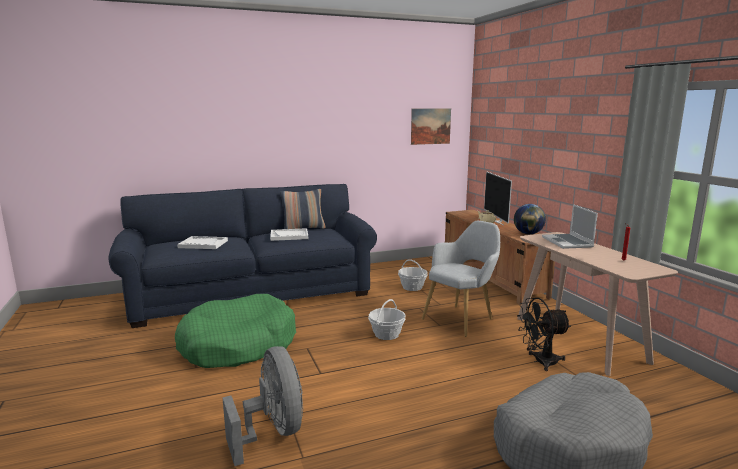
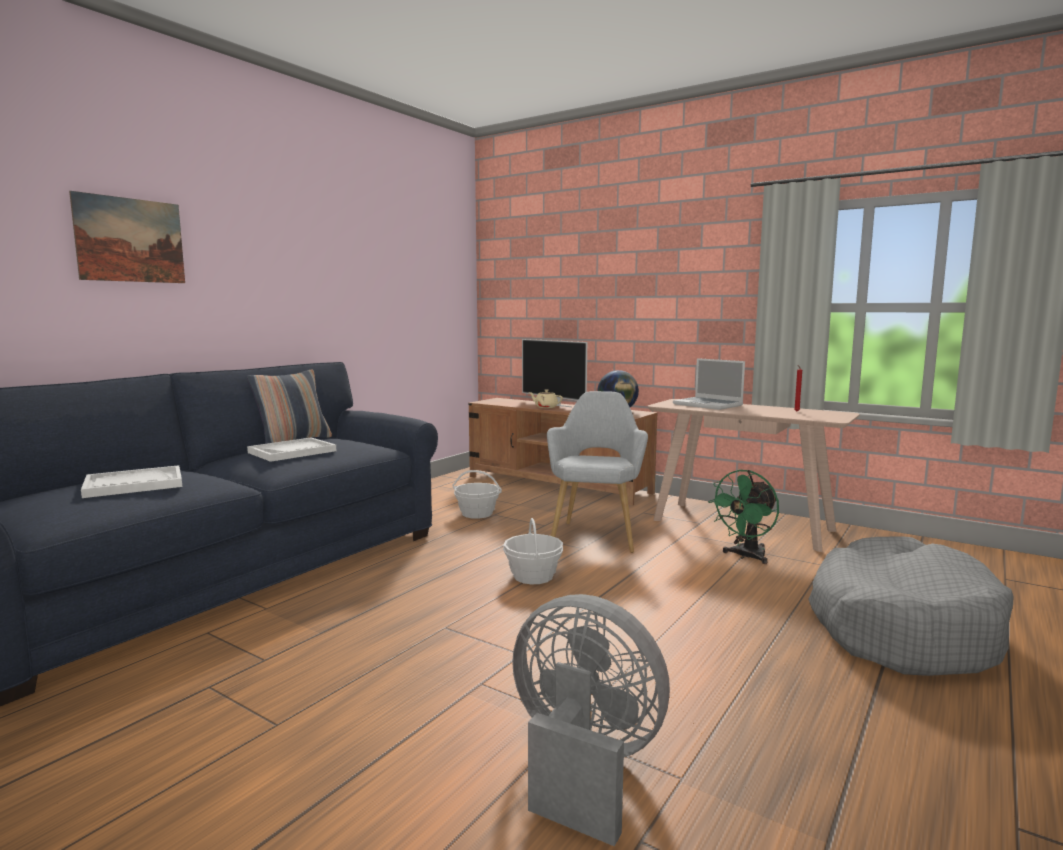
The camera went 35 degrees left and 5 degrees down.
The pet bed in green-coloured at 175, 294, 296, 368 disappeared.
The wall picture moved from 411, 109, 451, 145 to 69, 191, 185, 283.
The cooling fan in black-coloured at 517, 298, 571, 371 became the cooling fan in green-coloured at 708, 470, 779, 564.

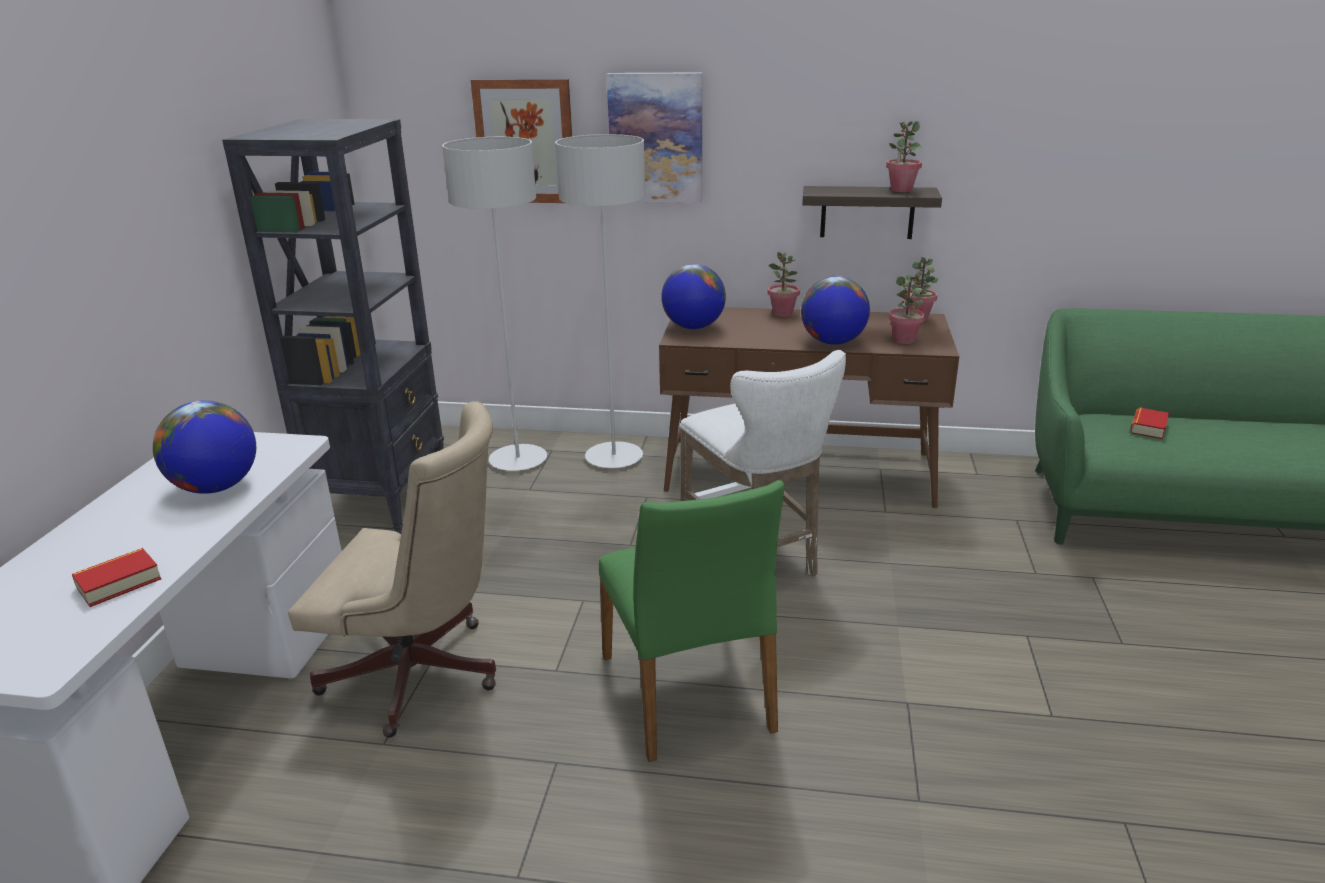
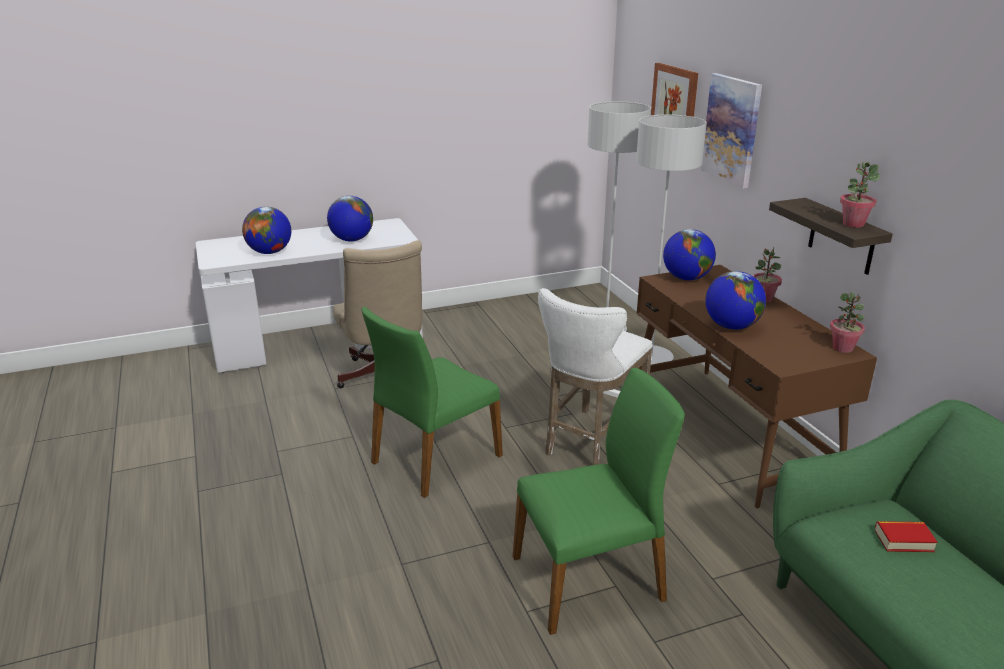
The camera went 60 degrees right and 0 degrees up.
The volume at 72, 548, 161, 607 was replaced by the world globe at 242, 206, 291, 254.
The shelving unit in black-coloured at 222, 119, 444, 534 disappeared.
The houseplant at 888, 275, 925, 344 disappeared.
The plain chair in green-coloured at 513, 368, 685, 635 appeared.

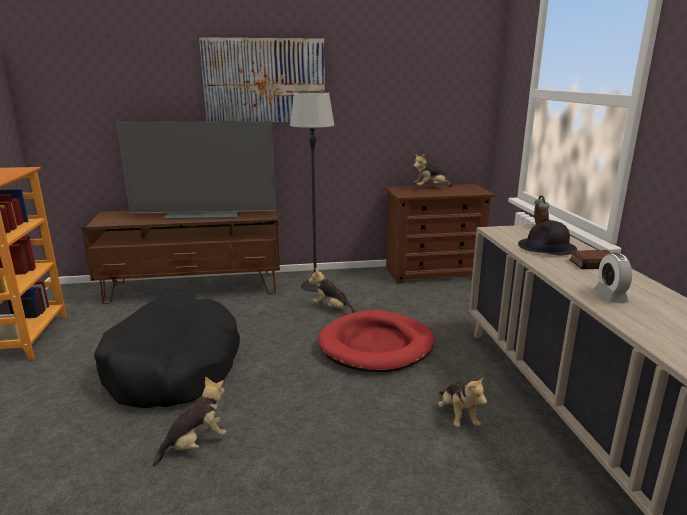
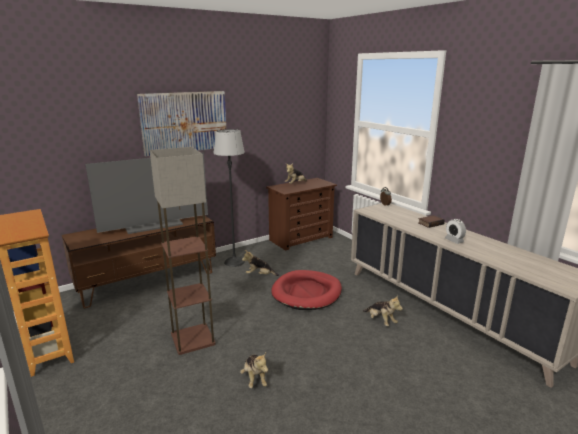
The camera went 25 degrees left and 0 degrees up.
The pet bed in black-coloured at 94, 297, 240, 408 was replaced by the floor lamp at 150, 147, 216, 355.
The plush toy at 153, 377, 227, 467 turned 135 degrees clockwise.
The wearable hat in black-coloured at 518, 220, 577, 256 disappeared.

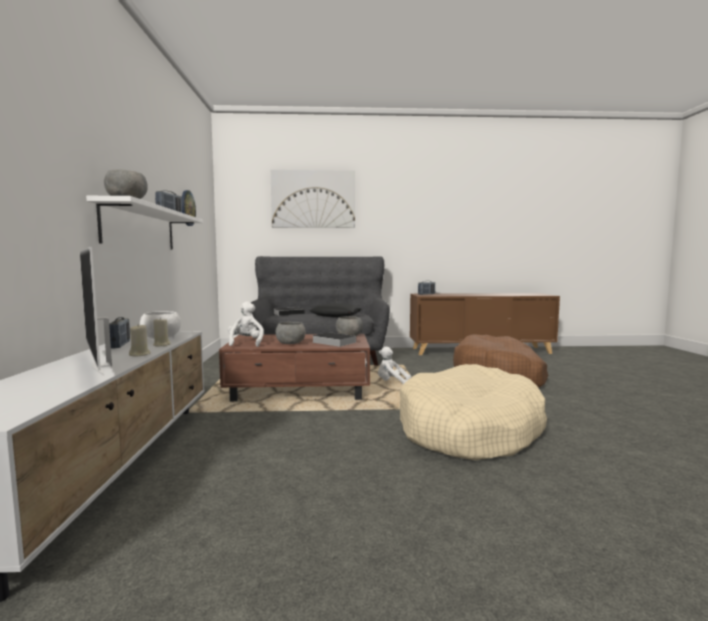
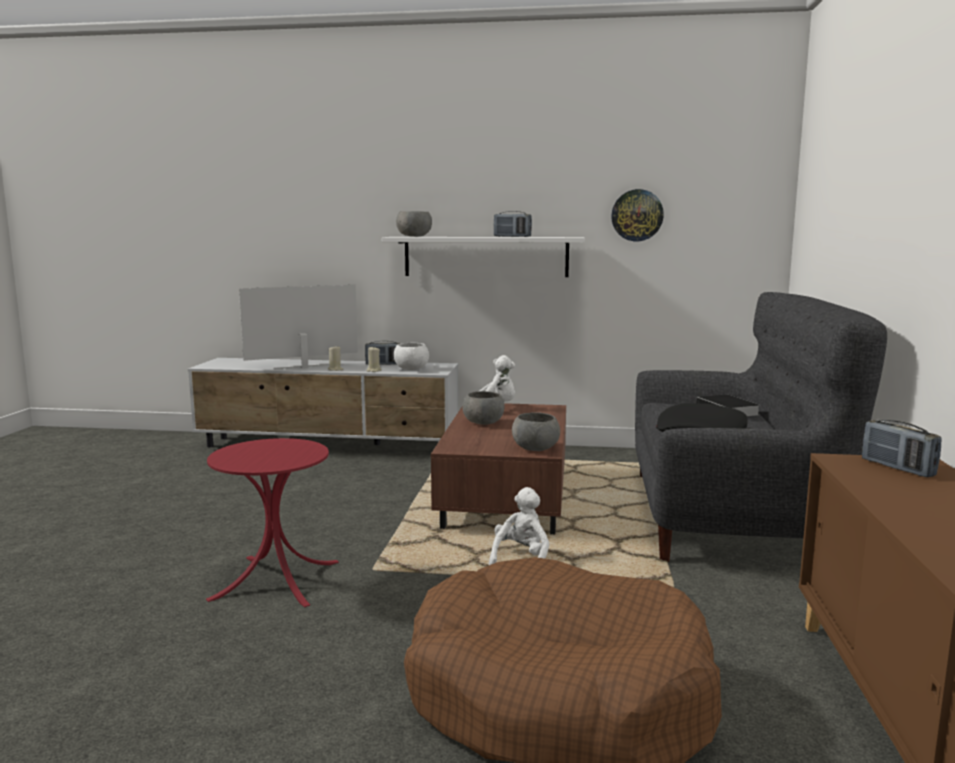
The camera went 100 degrees right and 5 degrees up.
The wall picture at 271, 170, 355, 228 disappeared.
The volume at 312, 332, 356, 347 disappeared.
The pet bed in beige-coloured at 399, 364, 547, 460 was replaced by the accent table in red-coloured at 206, 438, 339, 607.

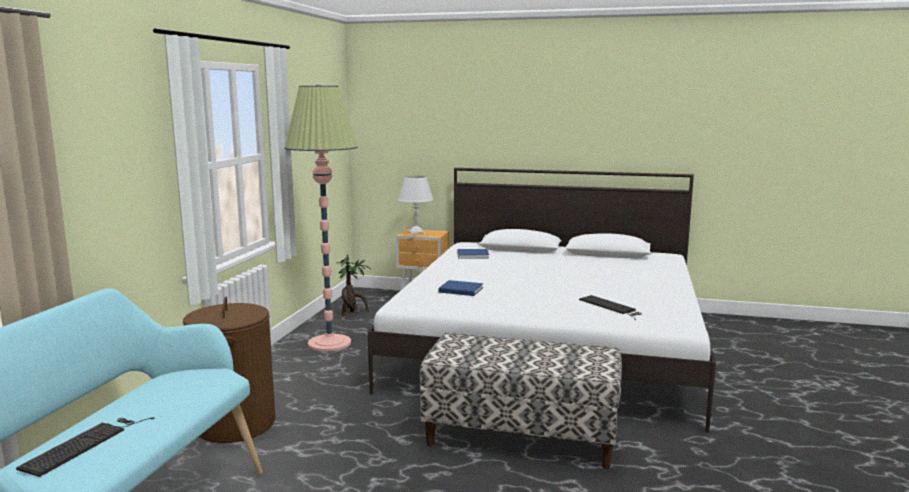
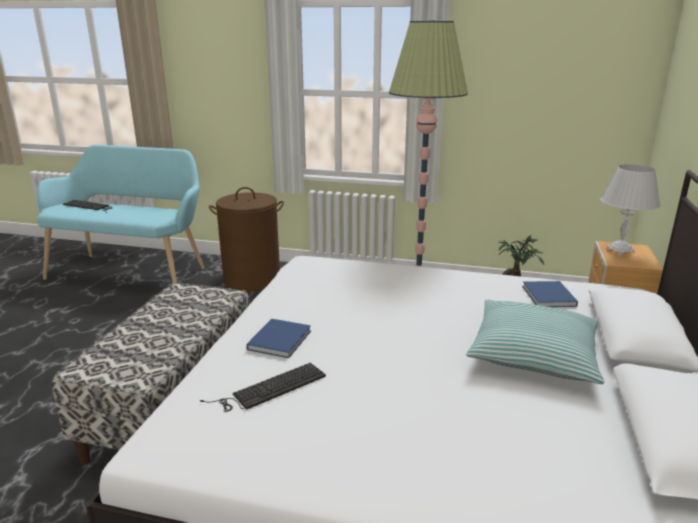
The camera went 90 degrees right and 10 degrees up.
The volume in blue-coloured moved from 438, 280, 483, 296 to 247, 319, 311, 358.
The cushion at 466, 300, 604, 384 appeared.

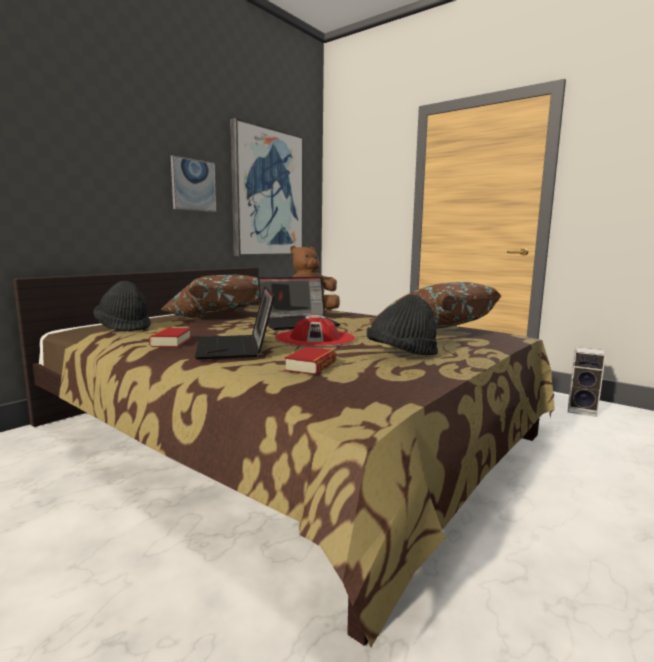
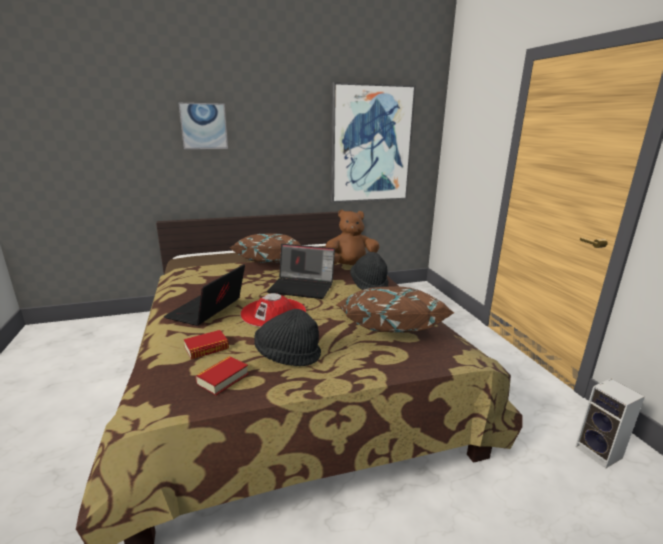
The camera went 35 degrees right and 10 degrees up.
The wearable hat in black-coloured moved from 94, 281, 151, 332 to 350, 252, 389, 290.
The volume moved from 149, 328, 191, 347 to 195, 356, 248, 395.
The wall picture moved from 171, 155, 216, 212 to 178, 103, 228, 149.

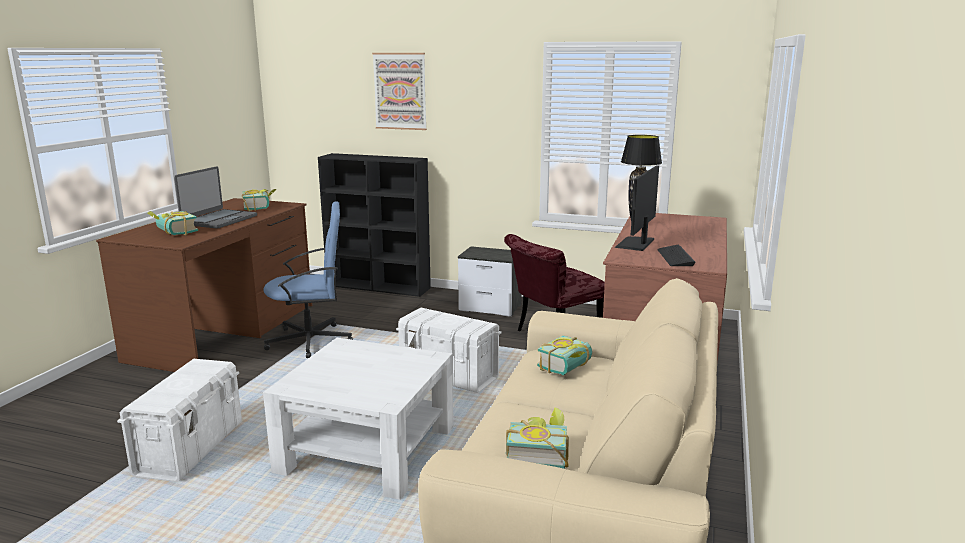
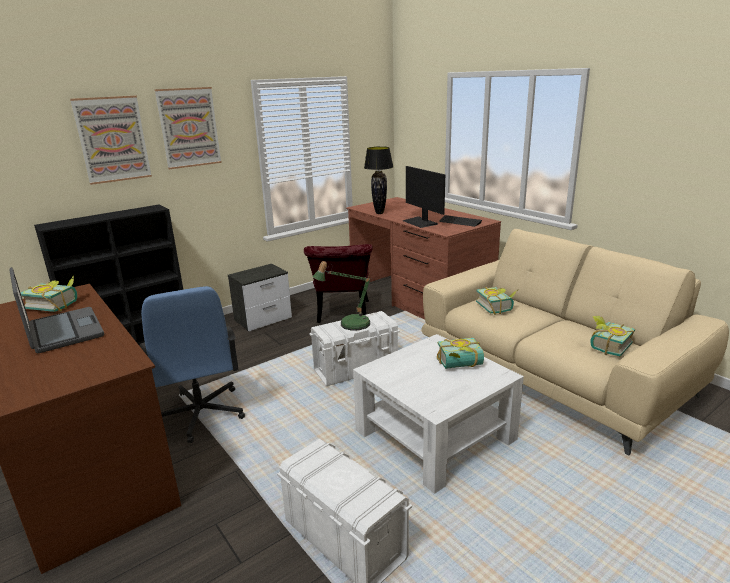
The camera went 55 degrees left and 5 degrees up.
The volume moved from 147, 211, 198, 236 to 437, 338, 484, 369.
The computer chair in blue-coloured at 263, 201, 353, 358 turned 135 degrees clockwise.
The wall picture at 154, 87, 222, 169 appeared.
The lamp for a table at 313, 261, 372, 331 appeared.

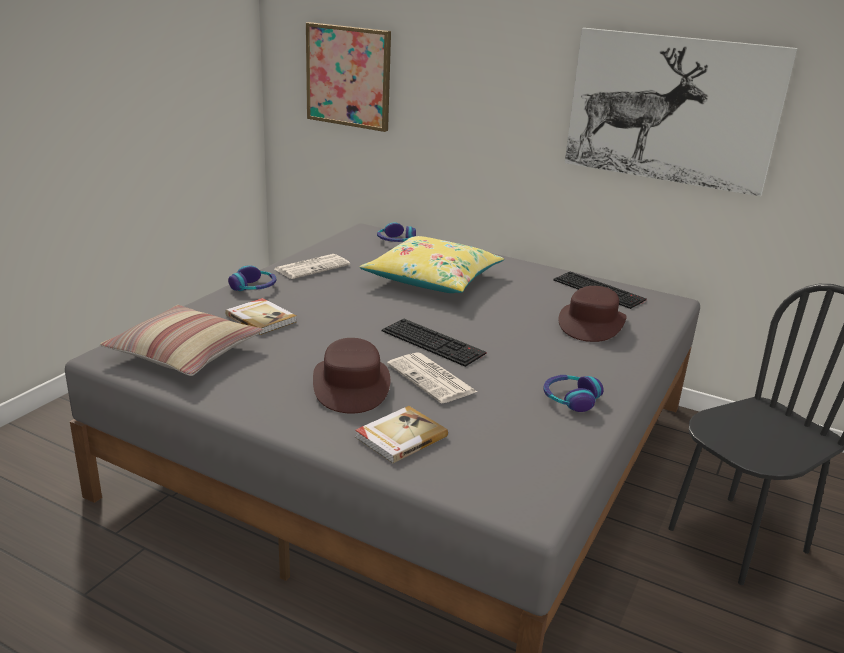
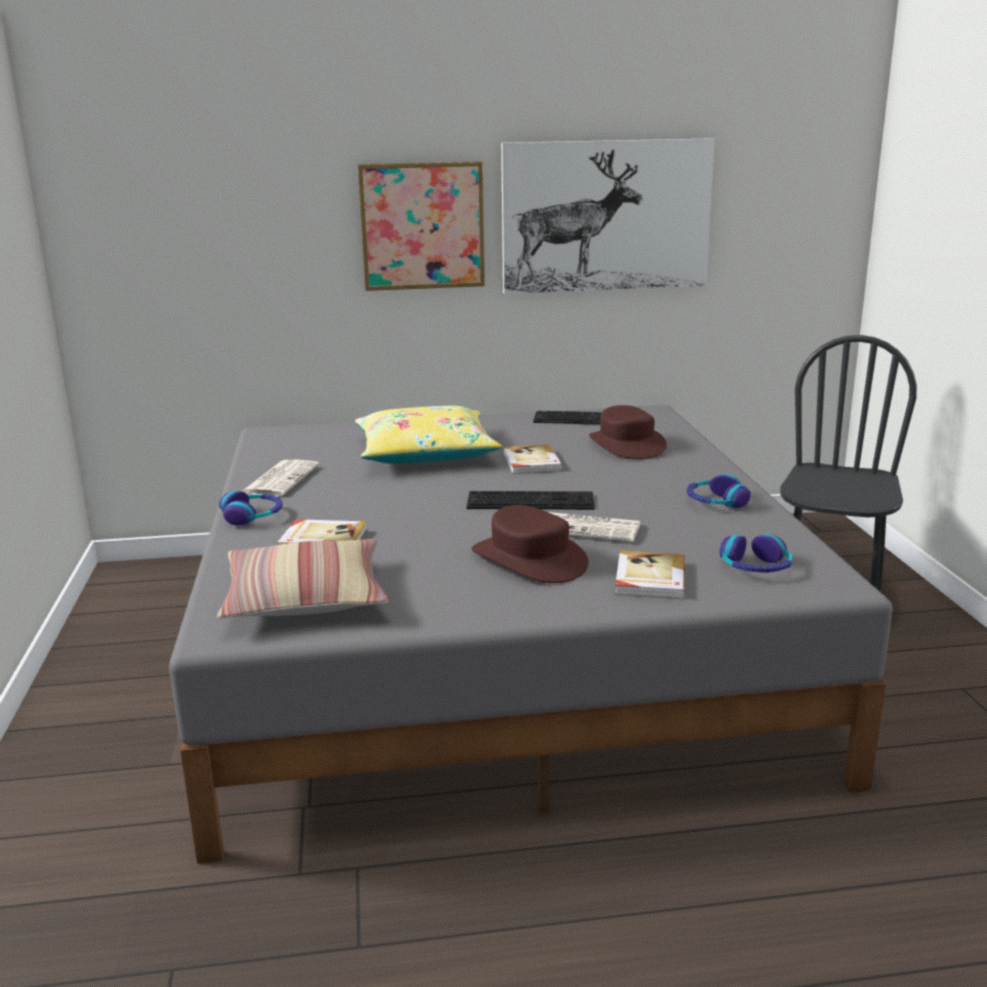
The camera went 35 degrees left and 5 degrees down.
The wall picture moved from 306, 22, 391, 132 to 358, 161, 485, 291.
The headphones moved from 377, 222, 416, 242 to 720, 534, 792, 573.
The volume at 503, 444, 563, 474 appeared.

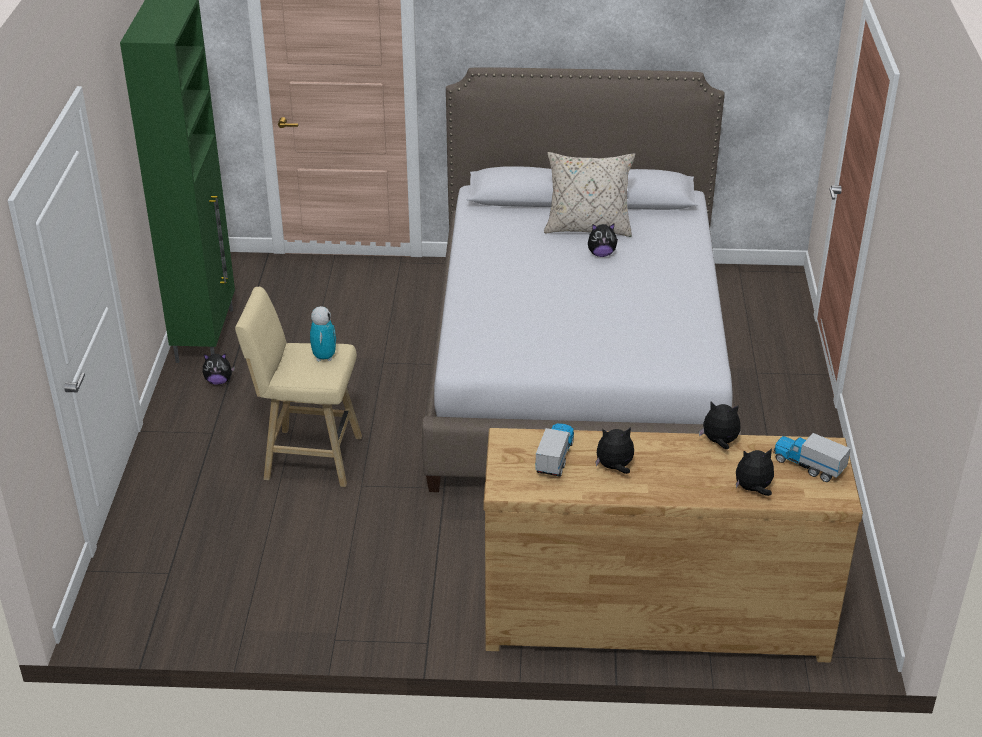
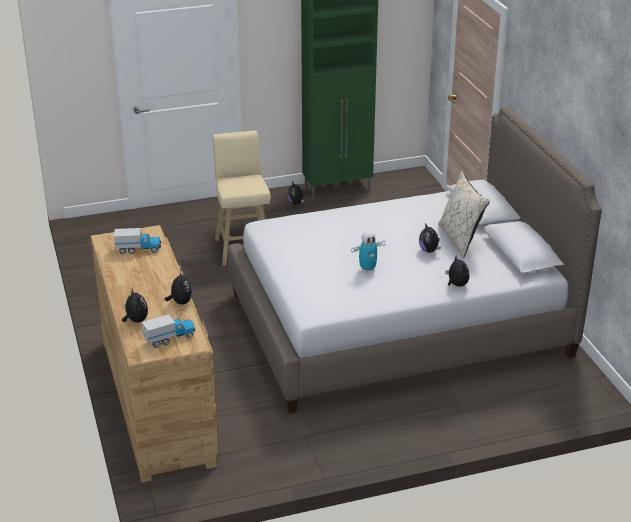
The camera went 70 degrees right and 5 degrees down.
The robot figure moved from 310, 306, 336, 361 to 351, 231, 386, 272.
The plush toy moved from 595, 427, 634, 474 to 446, 256, 470, 287.
The toy lorry at 773, 433, 851, 482 turned 45 degrees clockwise.

